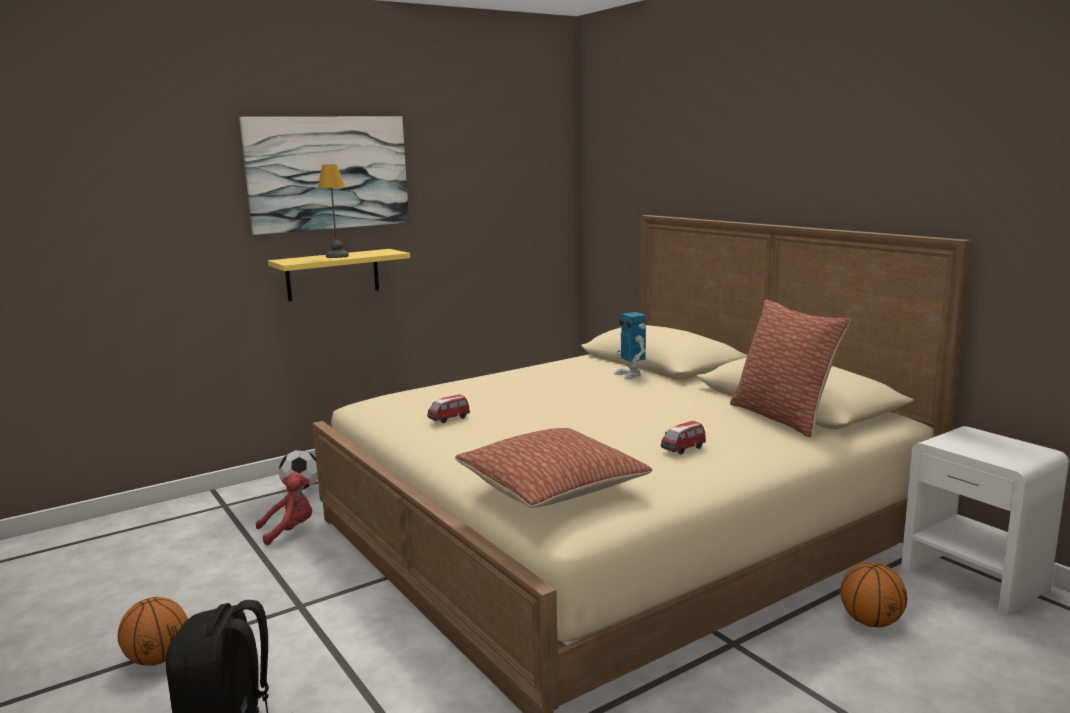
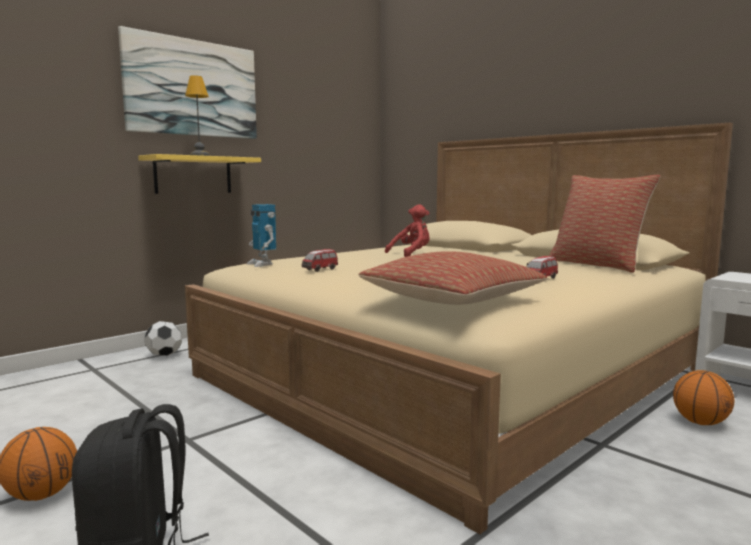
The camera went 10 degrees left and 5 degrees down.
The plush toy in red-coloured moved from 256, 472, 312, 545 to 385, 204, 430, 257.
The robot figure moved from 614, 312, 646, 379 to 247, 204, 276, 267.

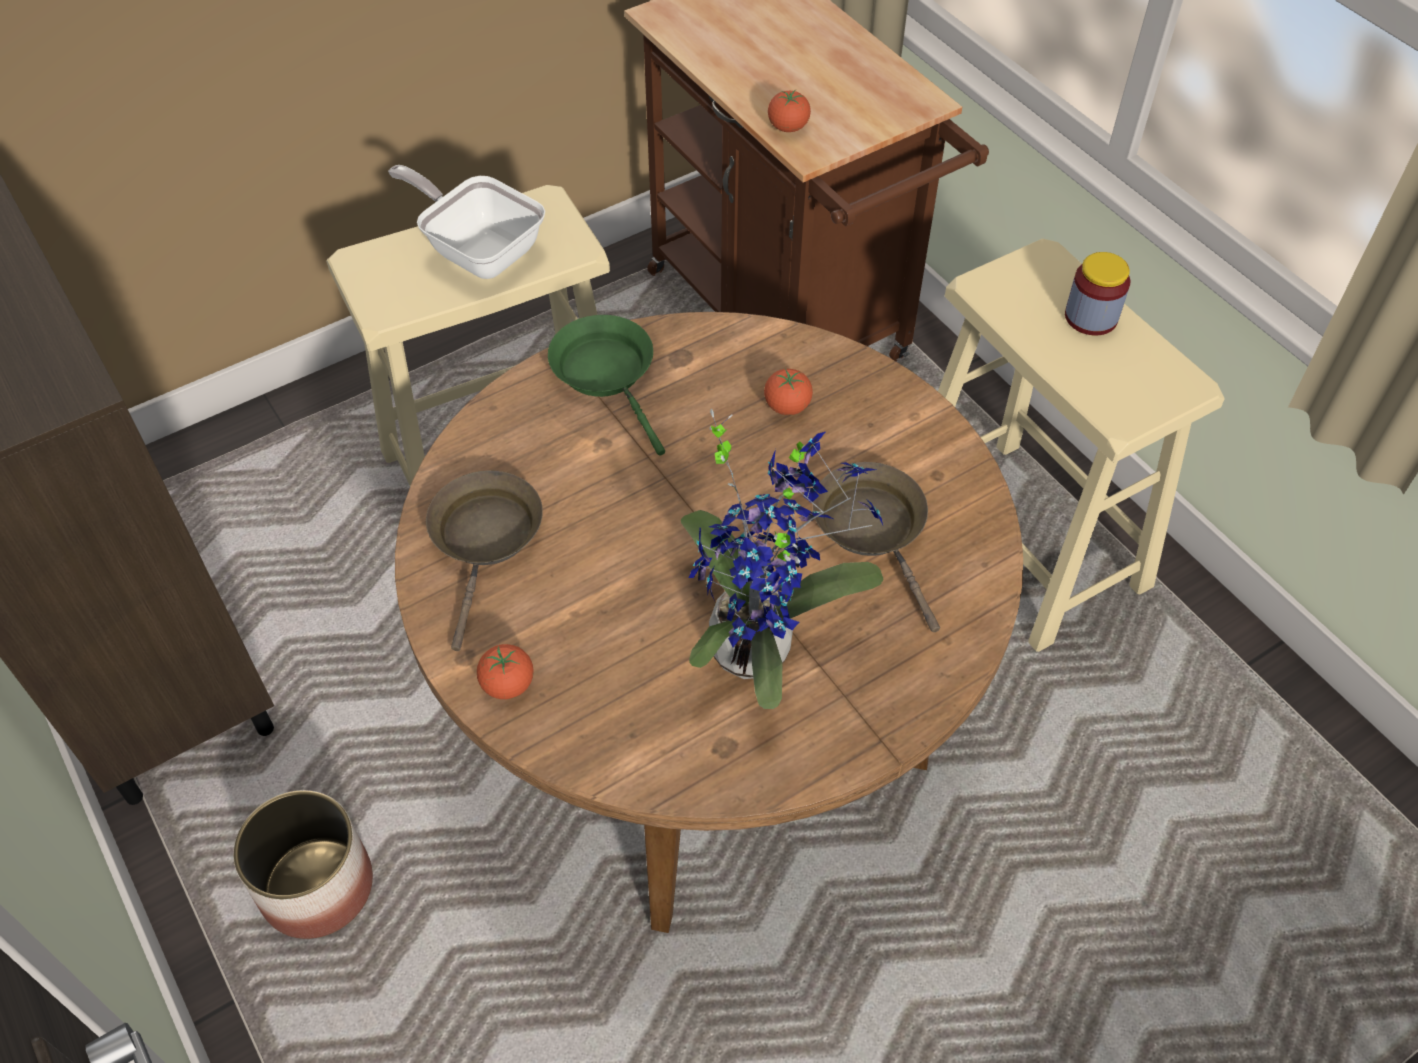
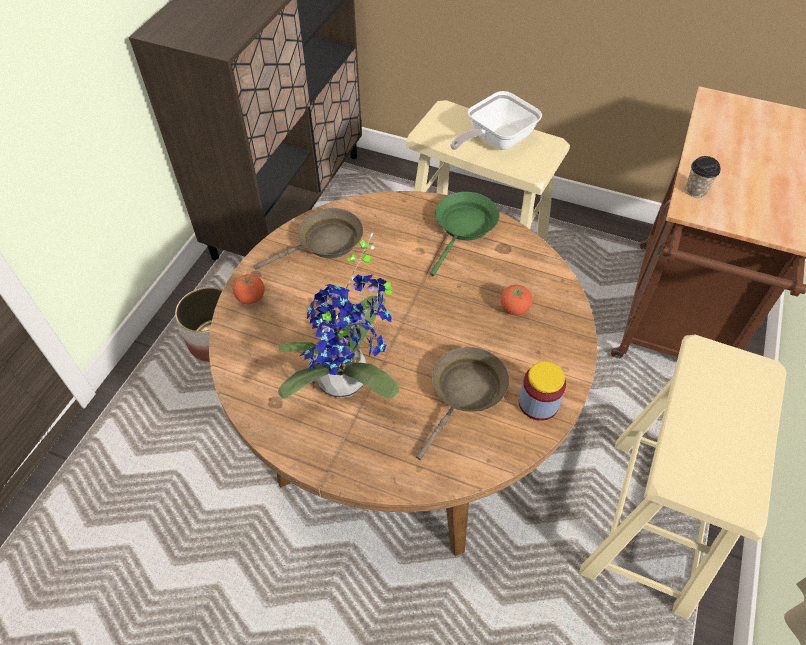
The camera went 55 degrees right and 0 degrees up.
The frying pan at 388, 165, 545, 279 turned 135 degrees counterclockwise.
The whole tomato at 768, 90, 811, 132 was replaced by the drinking cup at 686, 156, 721, 198.
The jar moved from 1065, 252, 1131, 335 to 519, 361, 566, 421.

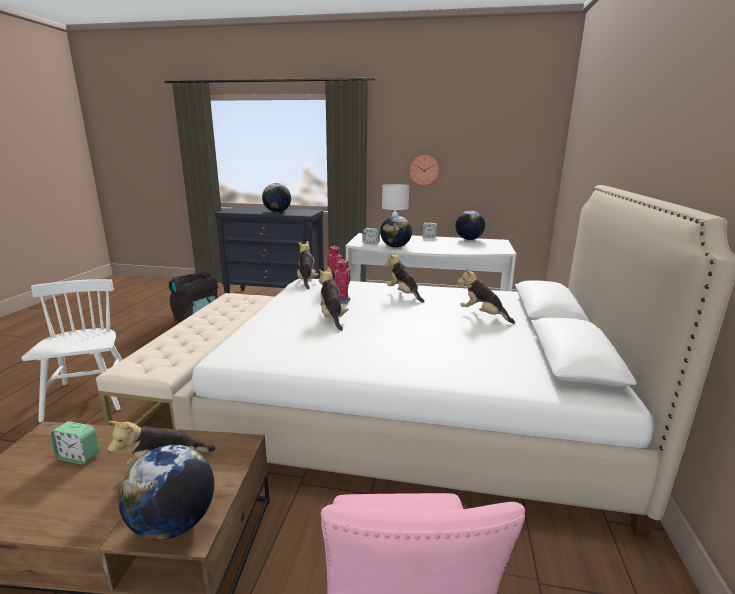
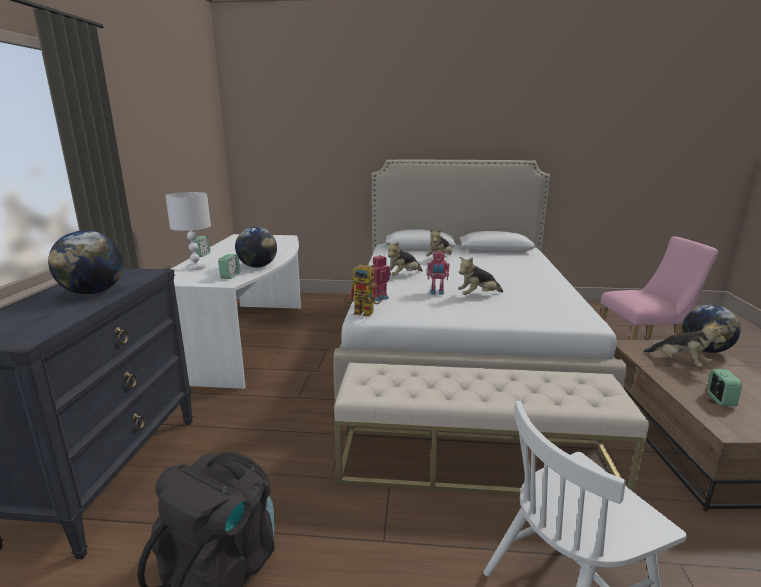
The camera went 95 degrees left and 0 degrees up.
The plush toy at 297, 241, 319, 289 was replaced by the robot figure at 349, 265, 384, 317.
The hanging clock at 409, 155, 439, 186 disappeared.
The world globe at 455, 211, 485, 240 disappeared.

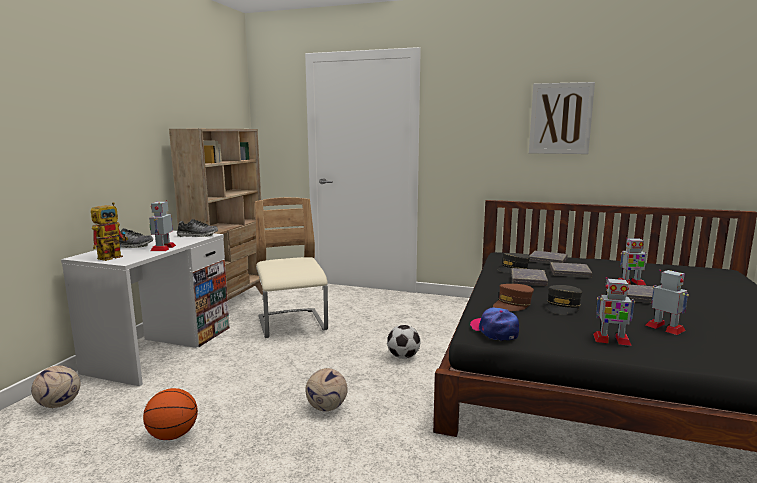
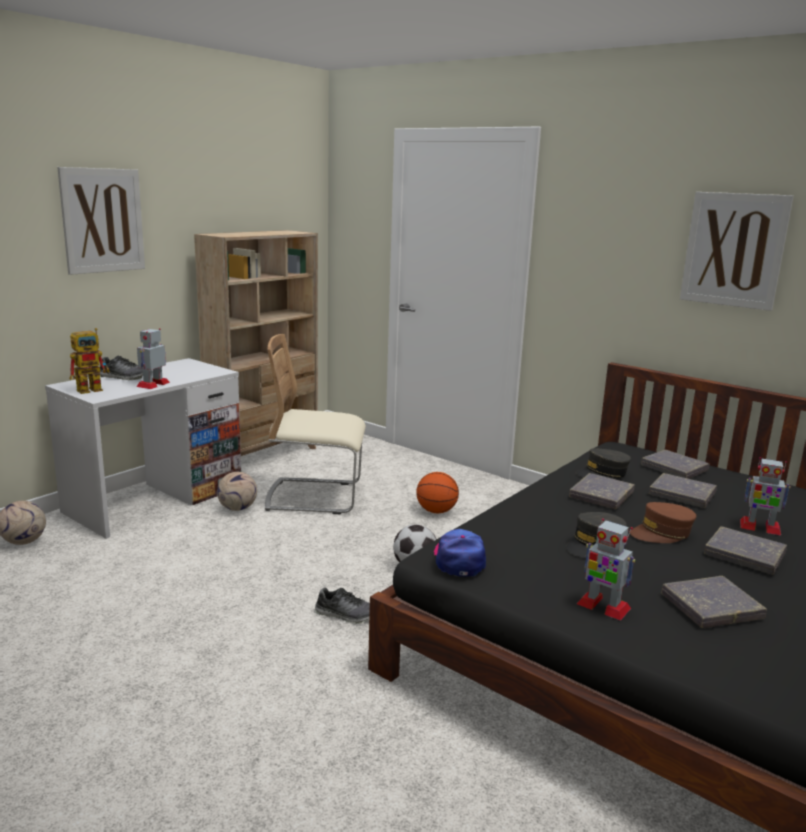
The camera went 20 degrees right and 5 degrees up.
The basketball ball moved from 143, 388, 198, 440 to 416, 472, 459, 513.
The shoe moved from 177, 219, 218, 237 to 314, 587, 370, 624.
The plain chair in beige-coloured at 255, 197, 328, 338 turned 90 degrees counterclockwise.
The football ball moved from 306, 368, 348, 411 to 217, 472, 257, 511.
The baseball cap in brown moved from 493, 284, 534, 311 to 630, 502, 696, 543.
The robot figure at 646, 270, 689, 335 was replaced by the volume in greyish at 661, 576, 767, 628.
The wall picture at 57, 167, 145, 275 appeared.

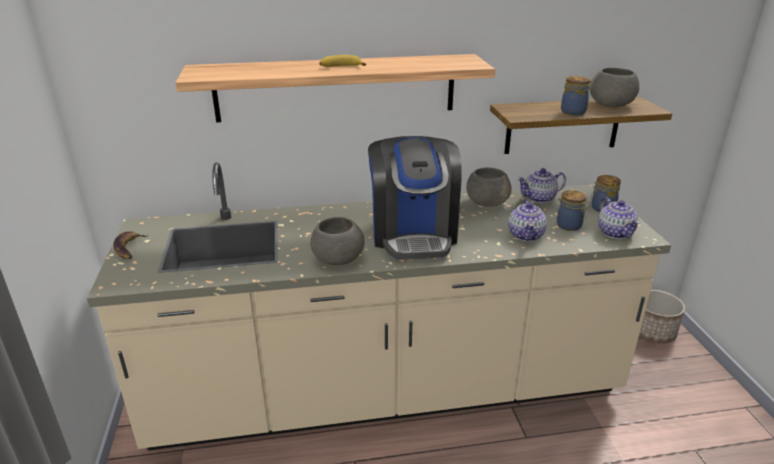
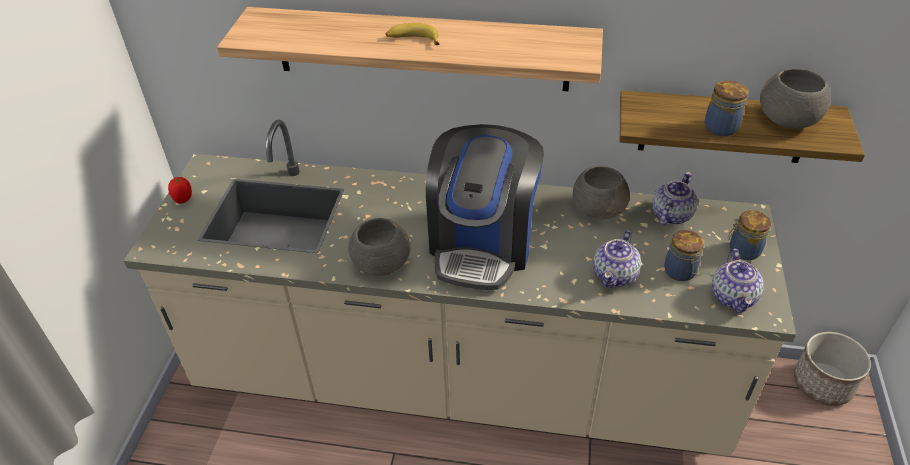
The camera went 20 degrees right and 15 degrees up.
The banana at 114, 231, 147, 259 was replaced by the whole tomato at 168, 177, 192, 204.
The pot for tea at 517, 168, 566, 203 turned 120 degrees clockwise.

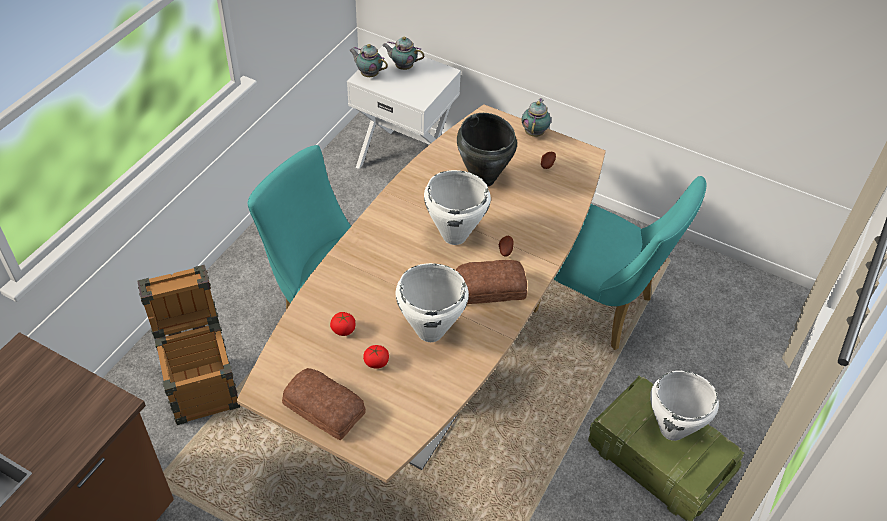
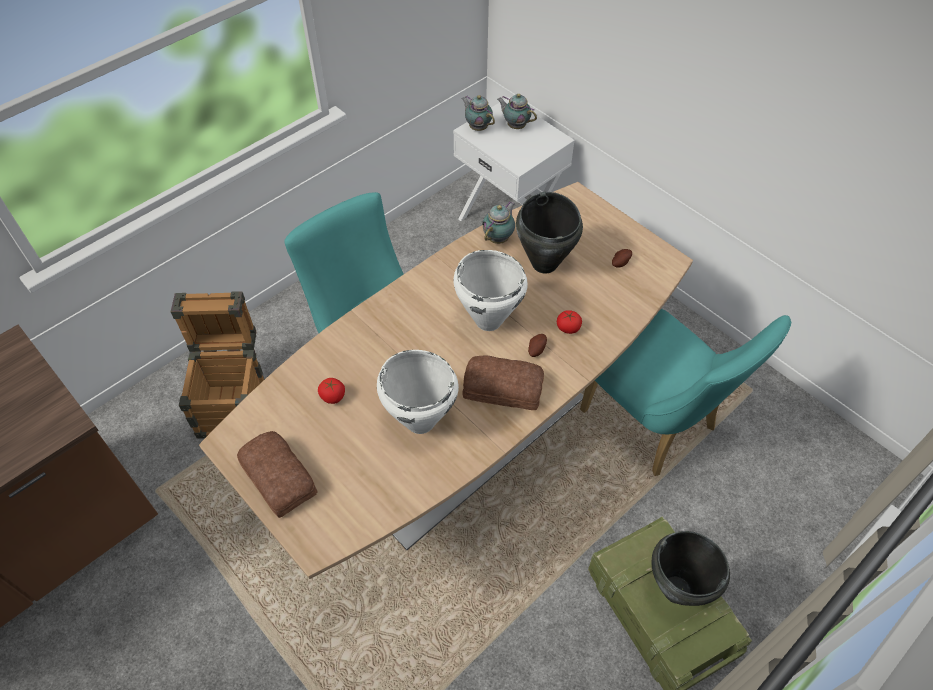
The camera went 20 degrees right and 5 degrees up.
The whole tomato moved from 363, 345, 389, 369 to 557, 310, 582, 334.
The pot for tea moved from 521, 99, 551, 137 to 482, 201, 515, 244.
The saucepot in white at 650, 371, 719, 441 became the saucepot in black-coloured at 651, 531, 730, 606.

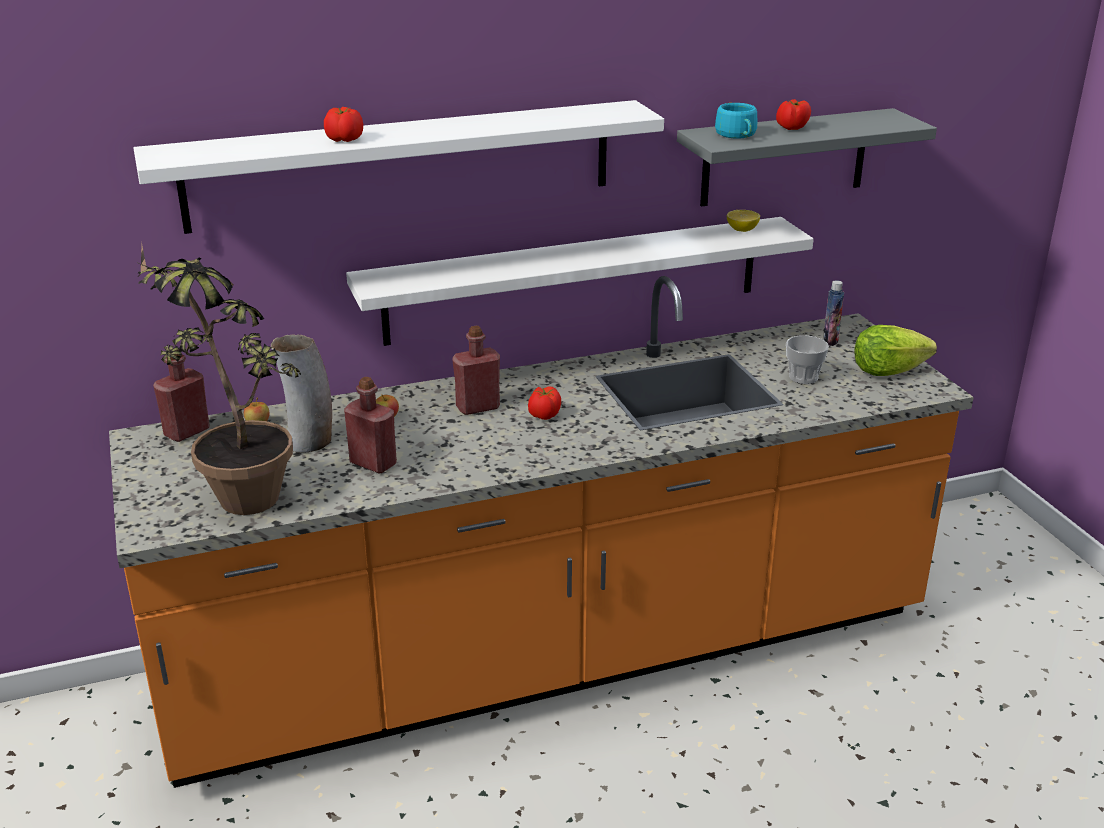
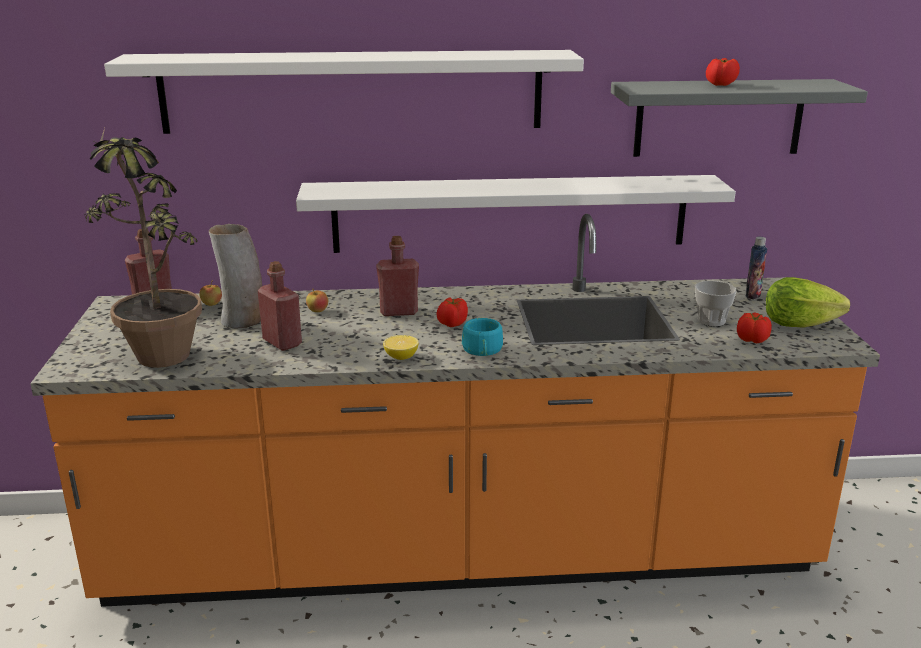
The camera went 15 degrees right and 5 degrees down.
The whole tomato moved from 324, 107, 363, 142 to 737, 312, 772, 344.
The drinking cup in turquoise-coloured moved from 715, 103, 757, 139 to 462, 318, 503, 356.
The whole lemon moved from 727, 210, 760, 232 to 383, 335, 419, 360.

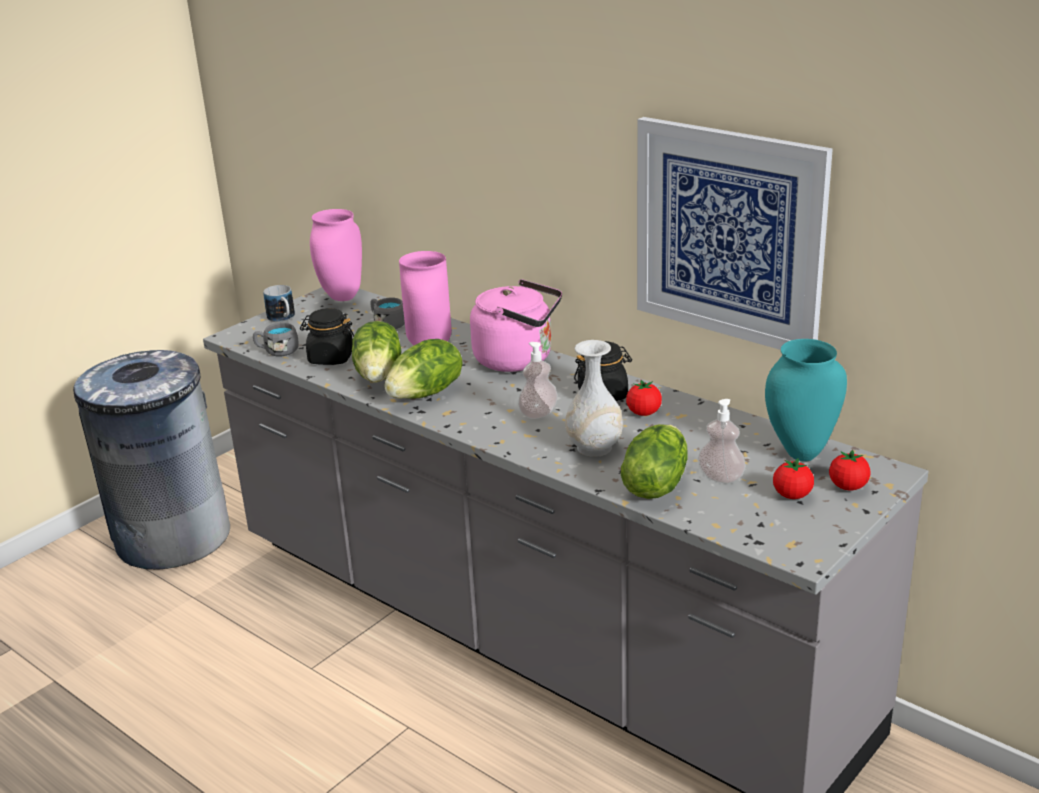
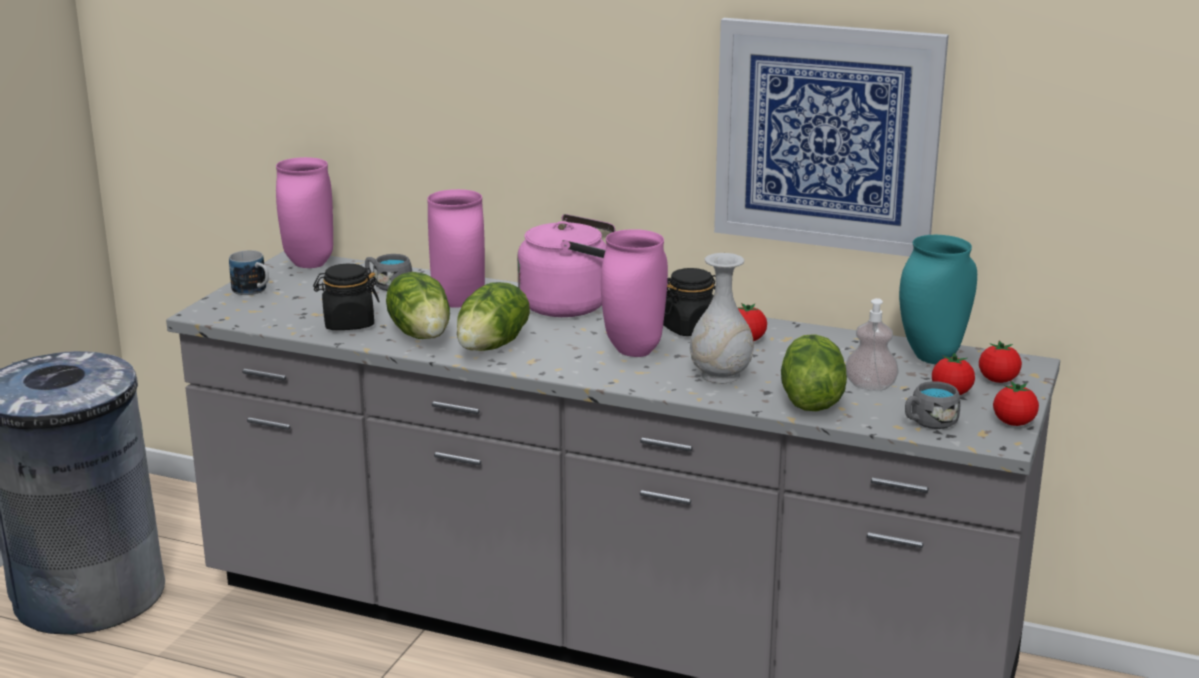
The camera went 20 degrees left and 5 degrees down.
The tea mug in greyish moved from 253, 323, 299, 356 to 905, 381, 960, 429.
The soap dispenser at 518, 342, 558, 419 was replaced by the decorative vase in pink-coloured at 601, 229, 668, 357.
The whole tomato at 993, 381, 1039, 426 appeared.

